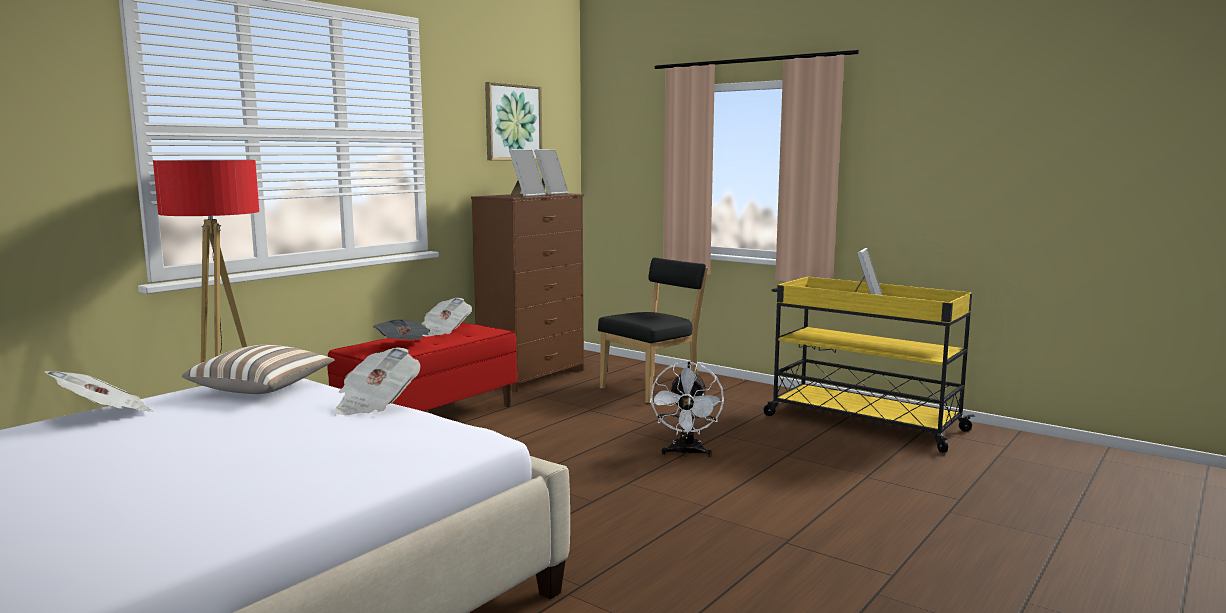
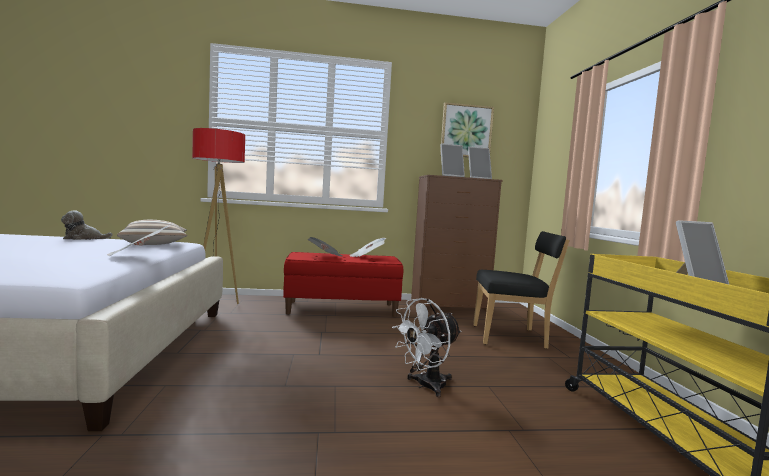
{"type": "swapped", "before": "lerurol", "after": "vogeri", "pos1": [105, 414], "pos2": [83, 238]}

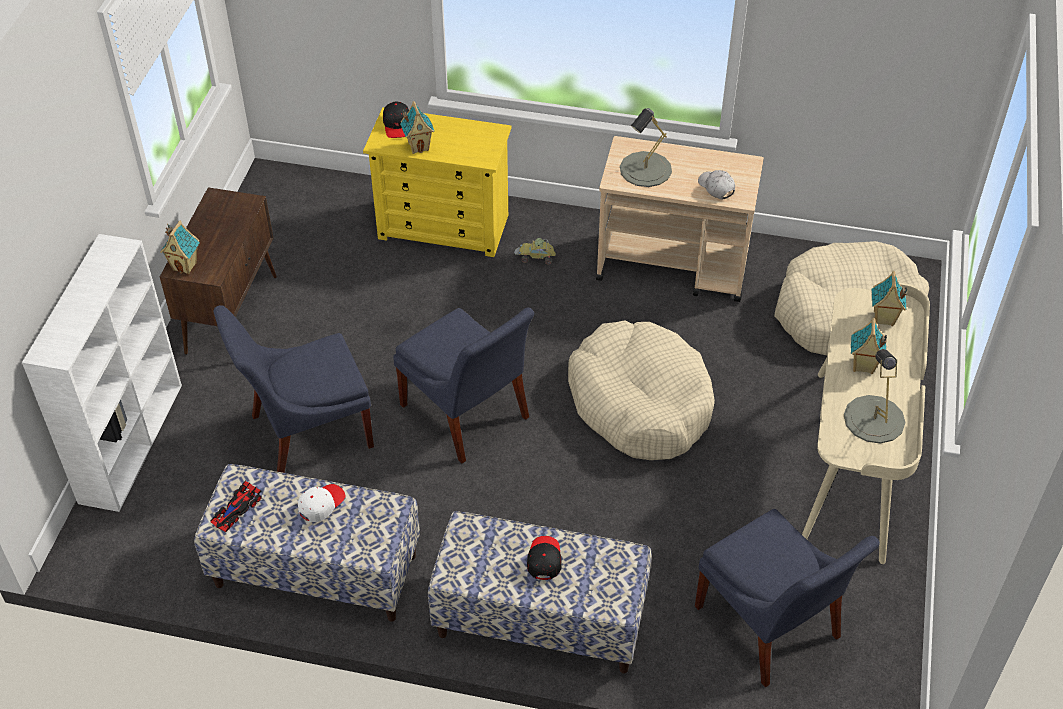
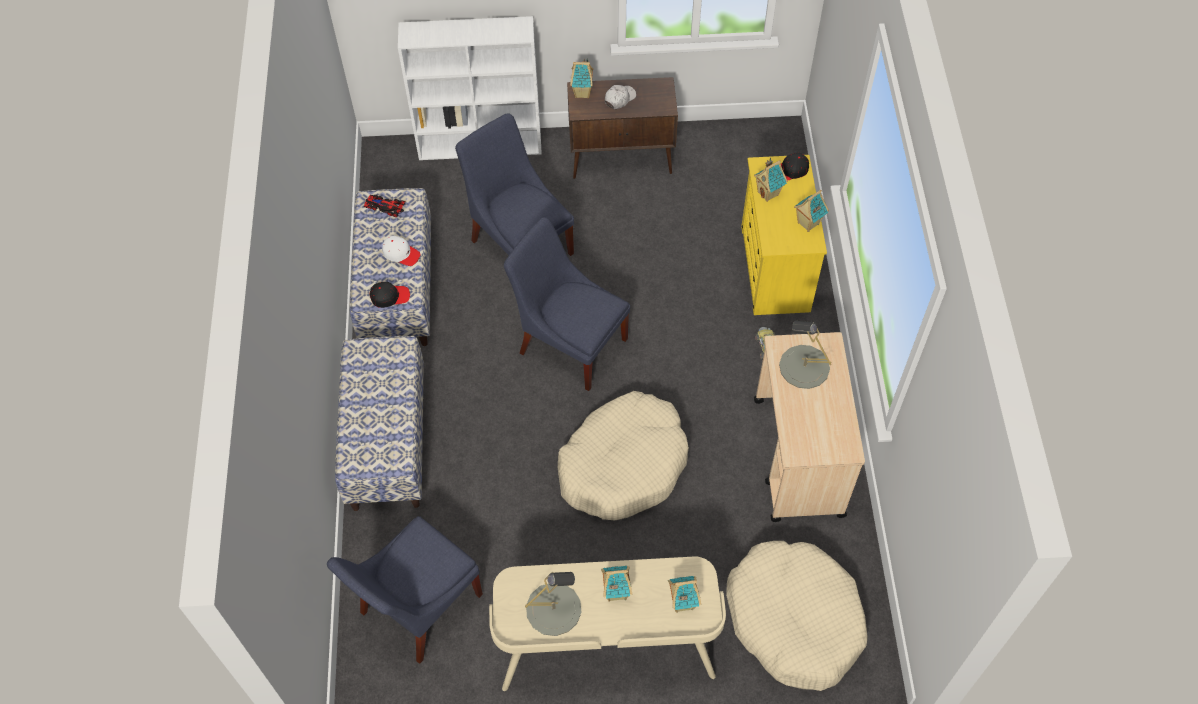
{"type": "new", "after": "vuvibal", "pos2": [807, 223]}
{"type": "shifted", "before": "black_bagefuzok", "pos1": [544, 559], "pos2": [390, 296]}
{"type": "shifted", "before": "white_bagefuzok", "pos1": [716, 187], "pos2": [619, 99]}
{"type": "rotated", "before": "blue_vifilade", "pos1": [467, 415], "pos2": [569, 342], "turn": 90}

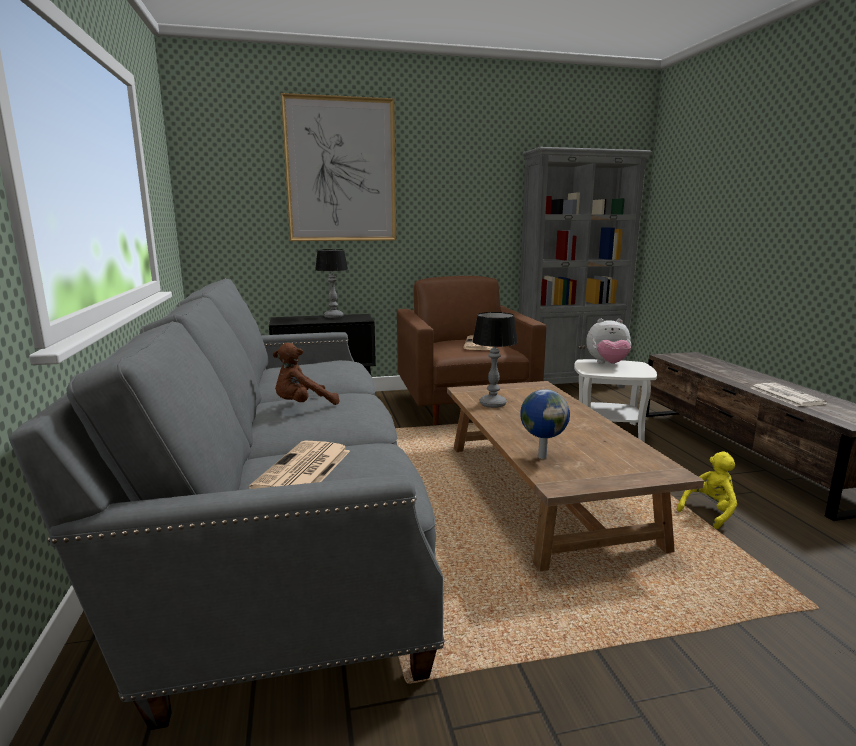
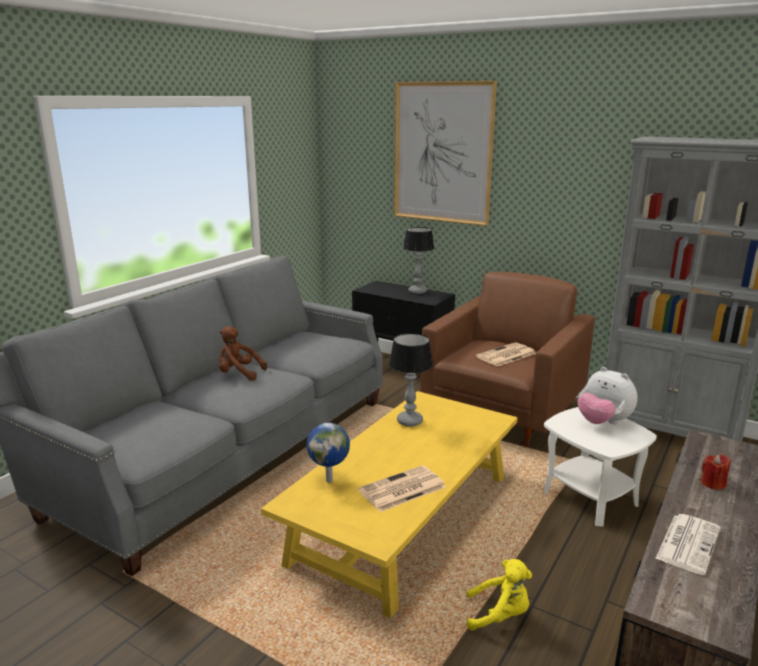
{"type": "new", "after": "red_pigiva", "pos2": [713, 483]}
{"type": "shifted", "before": "lerurol", "pos1": [303, 470], "pos2": [401, 489]}
{"type": "repainted", "before": "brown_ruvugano", "after": "yellow_ruvugano", "pos1": [541, 491], "pos2": [403, 517]}

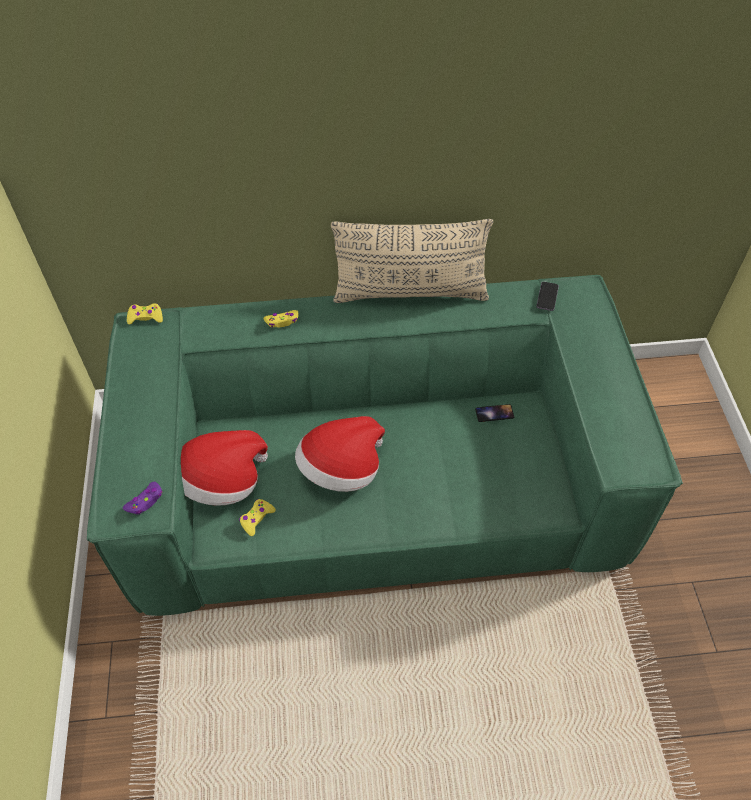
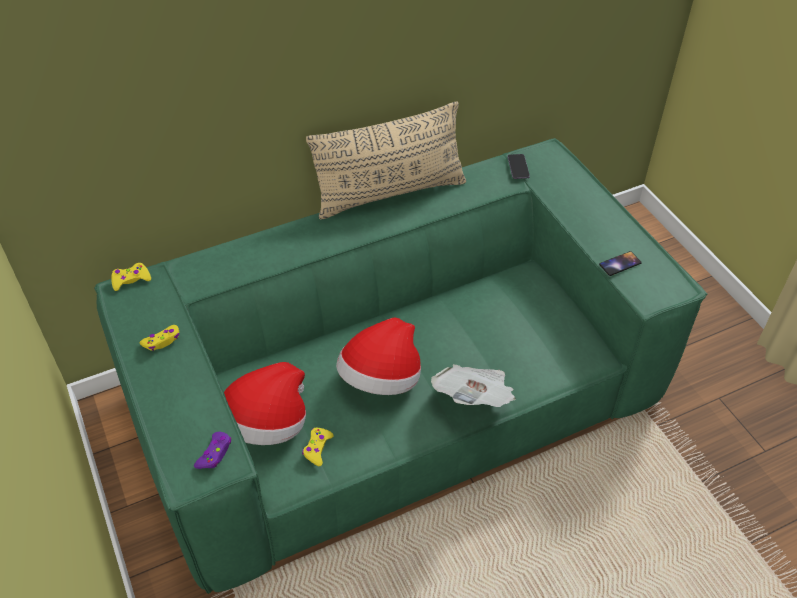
{"type": "new", "after": "lerurol", "pos2": [474, 398]}
{"type": "shifted", "before": "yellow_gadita", "pos1": [282, 321], "pos2": [162, 341]}
{"type": "shifted", "before": "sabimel", "pos1": [494, 413], "pos2": [620, 264]}

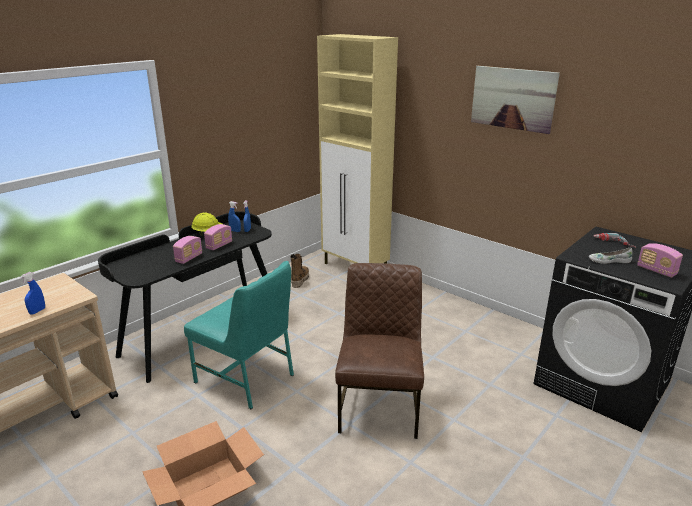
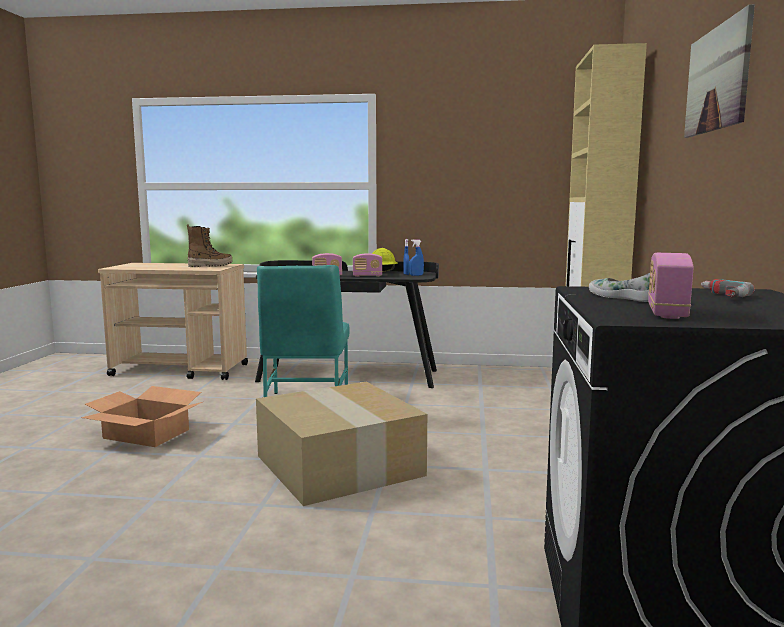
{"type": "gone", "before": "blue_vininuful", "pos1": [37, 311]}
{"type": "shifted", "before": "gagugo", "pos1": [300, 280], "pos2": [210, 266]}
{"type": "swapped", "before": "brown_vifilade", "after": "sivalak", "pos1": [379, 406], "pos2": [342, 466]}

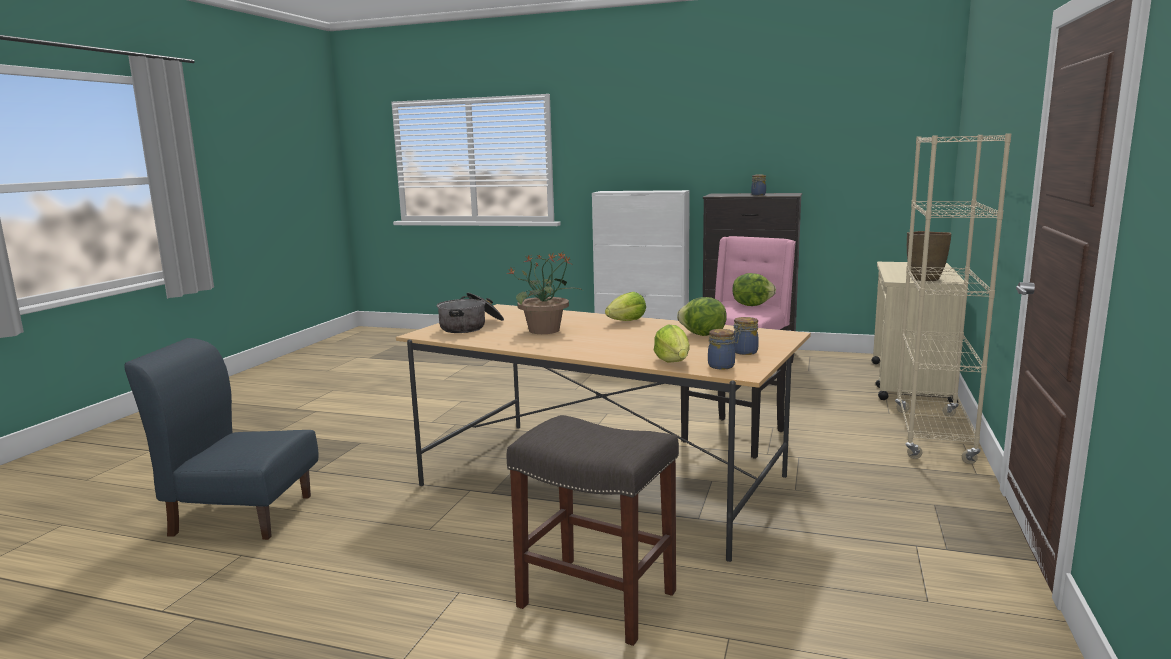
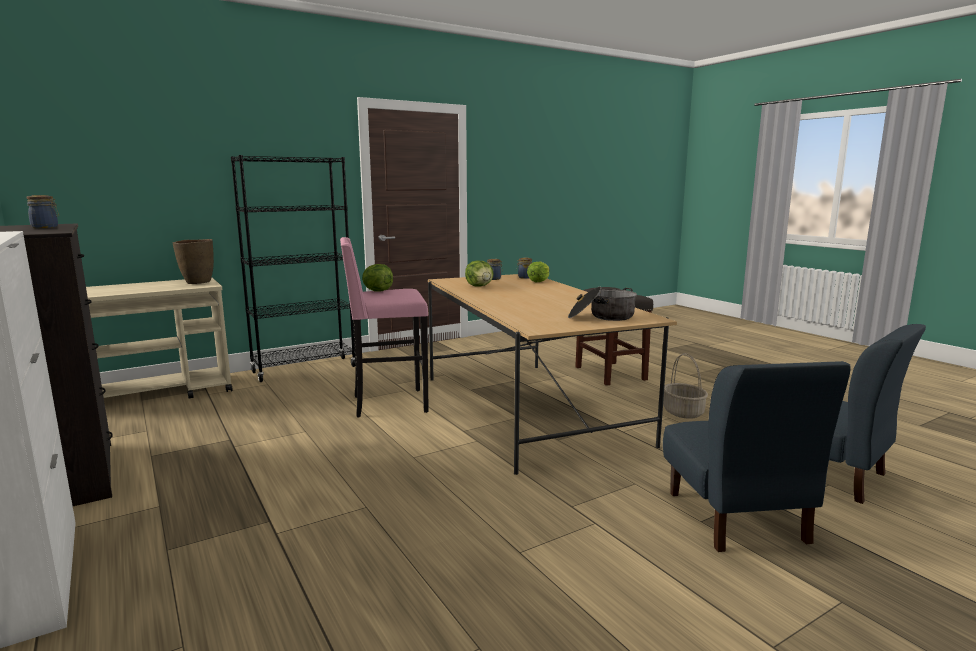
{"type": "gone", "before": "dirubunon", "pos1": [545, 330]}
{"type": "gone", "before": "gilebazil", "pos1": [627, 321]}
{"type": "new", "after": "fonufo", "pos2": [683, 412]}
{"type": "new", "after": "blue_vifilade", "pos2": [736, 517]}
{"type": "repainted", "before": "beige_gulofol", "after": "black_gulofol", "pos1": [933, 436], "pos2": [304, 369]}

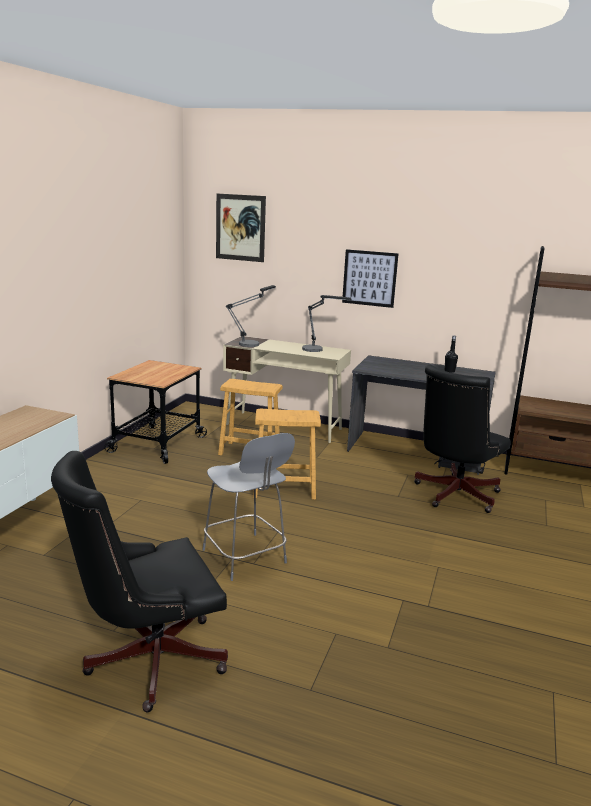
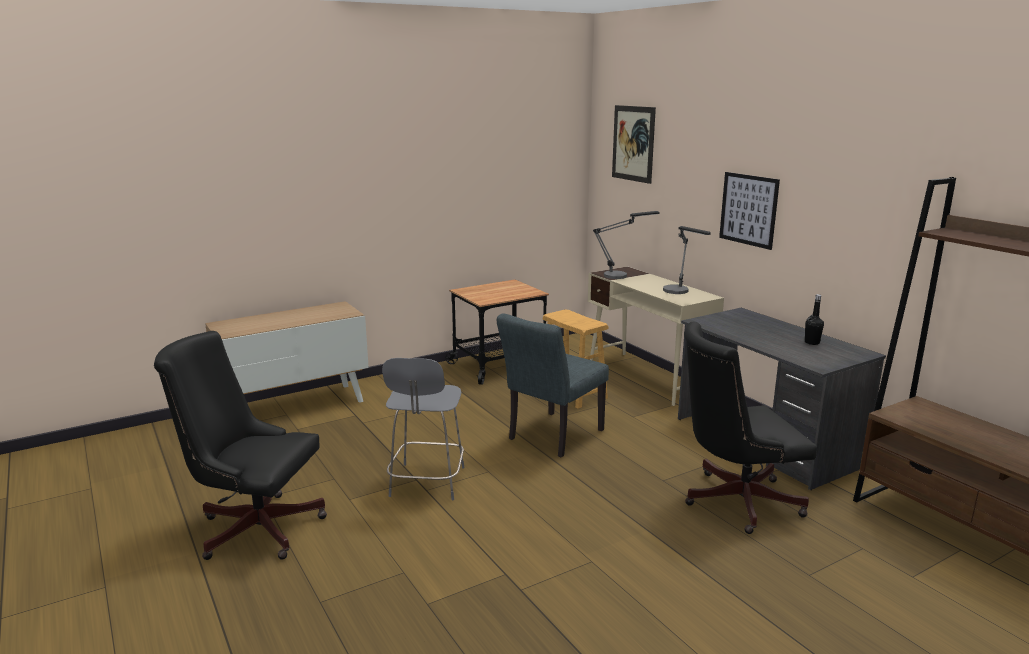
{"type": "swapped", "before": "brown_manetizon", "after": "grey_vifilade", "pos1": [284, 489], "pos2": [551, 437]}

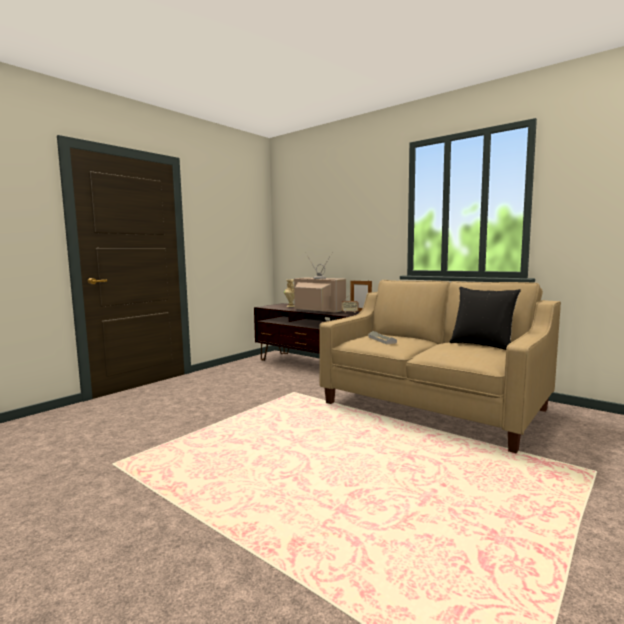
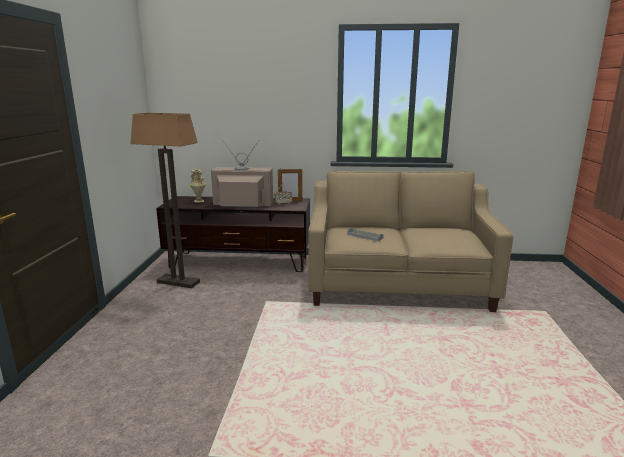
{"type": "gone", "before": "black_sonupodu", "pos1": [482, 345]}
{"type": "new", "after": "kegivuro", "pos2": [178, 282]}

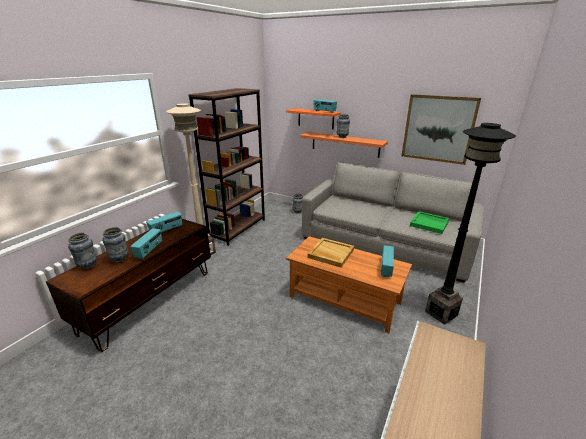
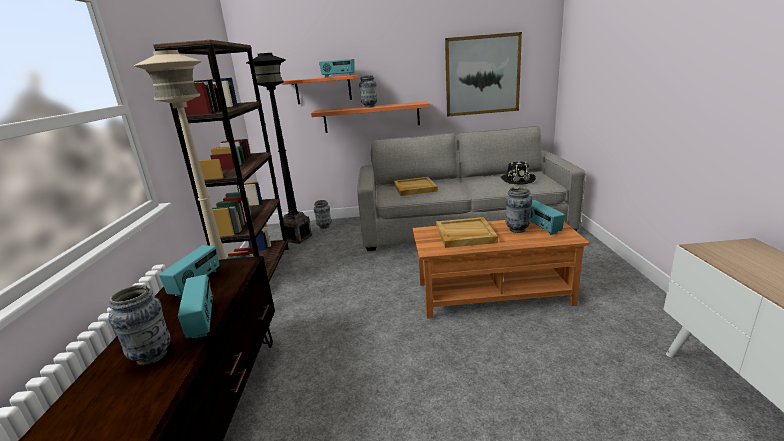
{"type": "new", "after": "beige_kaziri", "pos2": [414, 188]}
{"type": "shifted", "before": "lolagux", "pos1": [87, 266], "pos2": [517, 229]}
{"type": "shifted", "before": "black_kegivuro", "pos1": [441, 313], "pos2": [297, 238]}
{"type": "swapped", "before": "green_kaziri", "after": "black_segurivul", "pos1": [429, 223], "pos2": [517, 180]}

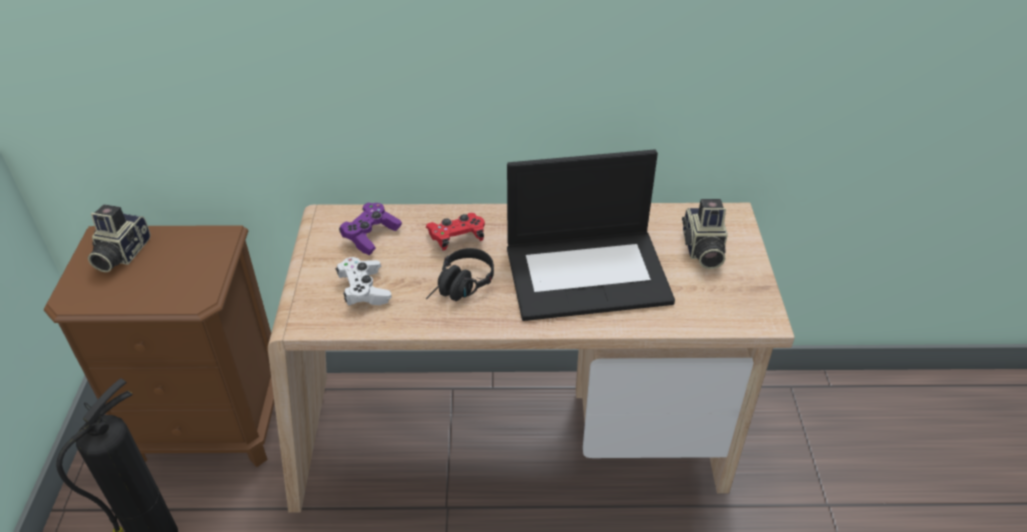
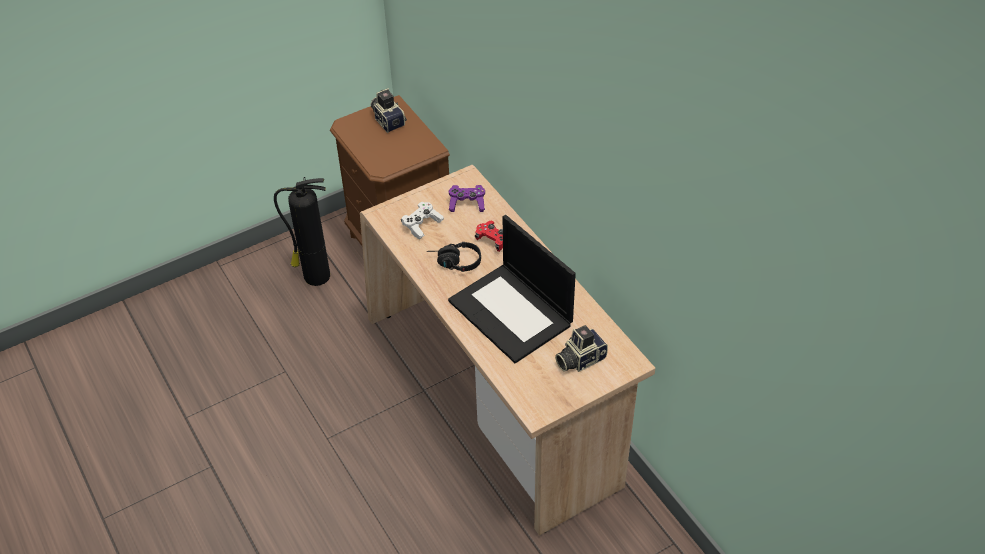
{"type": "rotated", "before": "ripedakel", "pos1": [120, 254], "pos2": [388, 120], "turn": 75}

